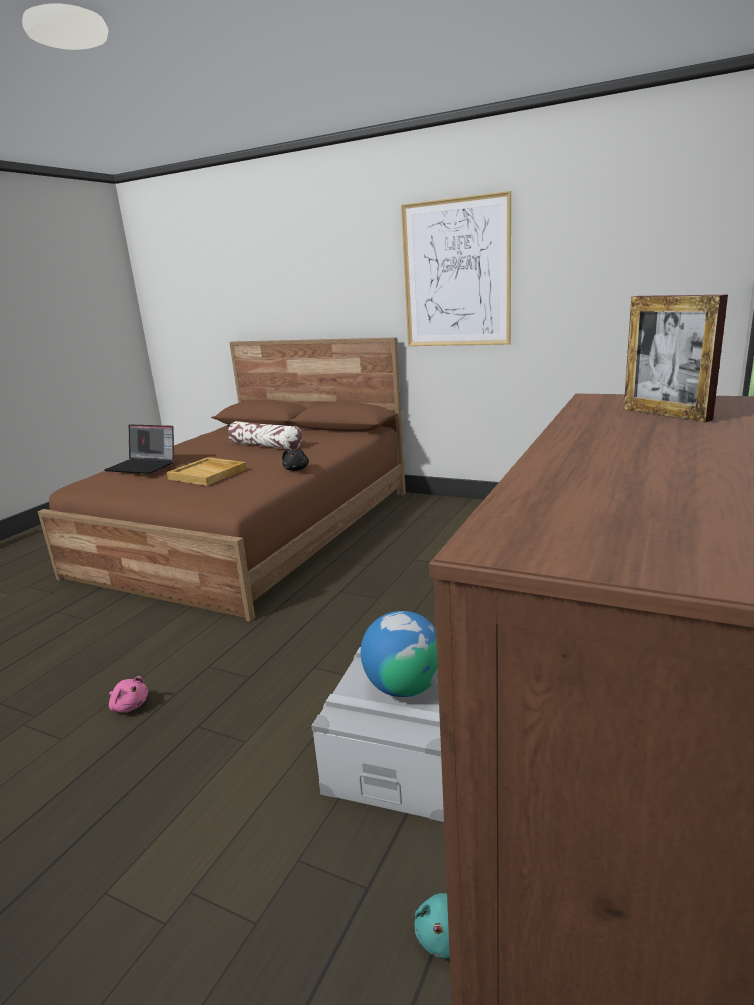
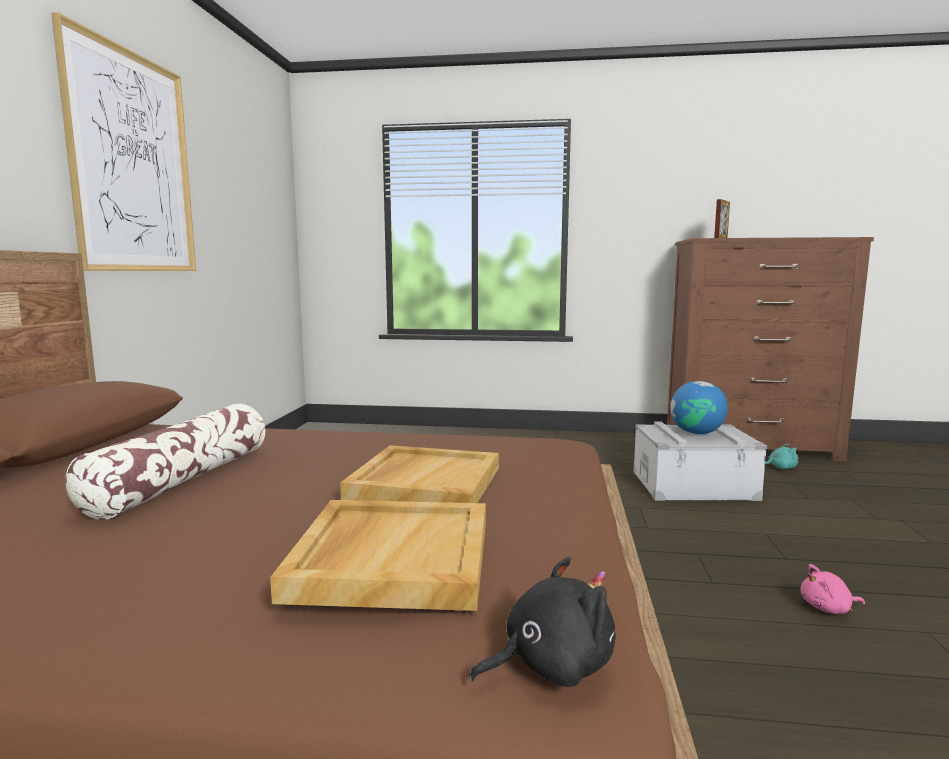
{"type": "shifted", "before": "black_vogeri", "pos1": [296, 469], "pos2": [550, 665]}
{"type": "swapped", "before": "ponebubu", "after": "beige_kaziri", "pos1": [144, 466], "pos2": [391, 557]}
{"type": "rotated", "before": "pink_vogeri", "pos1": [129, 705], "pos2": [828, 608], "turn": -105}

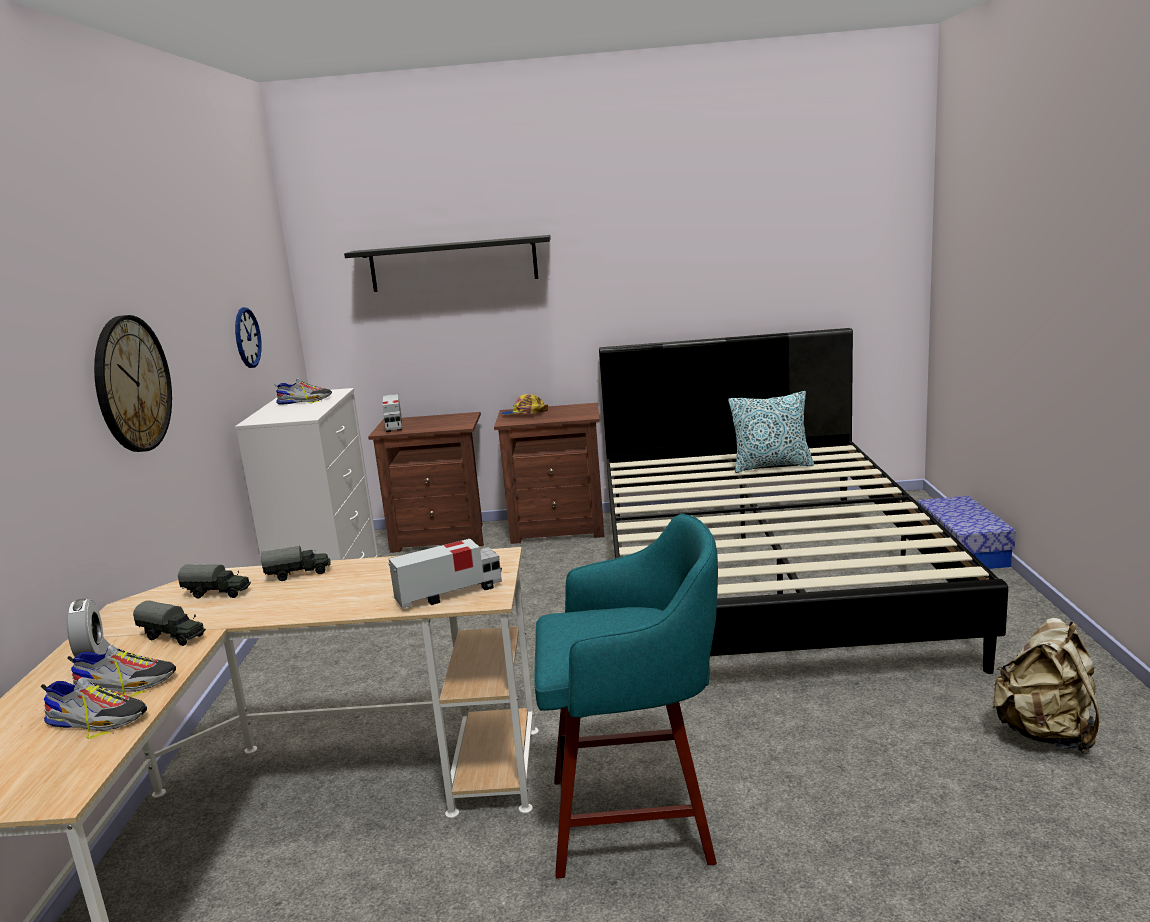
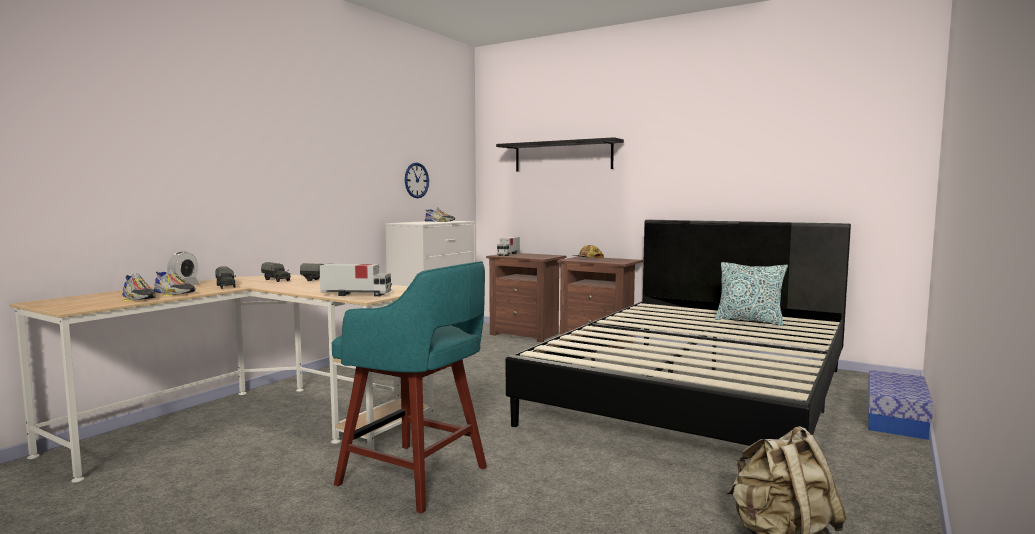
{"type": "gone", "before": "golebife", "pos1": [132, 384]}

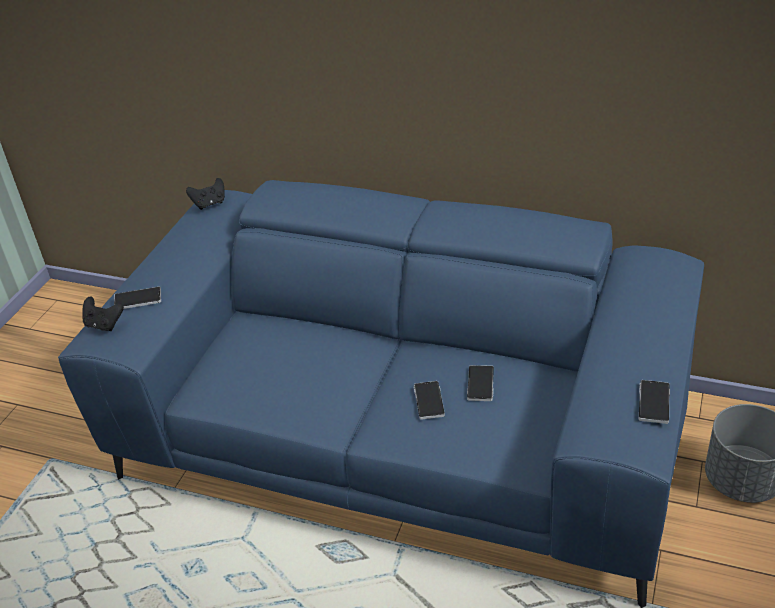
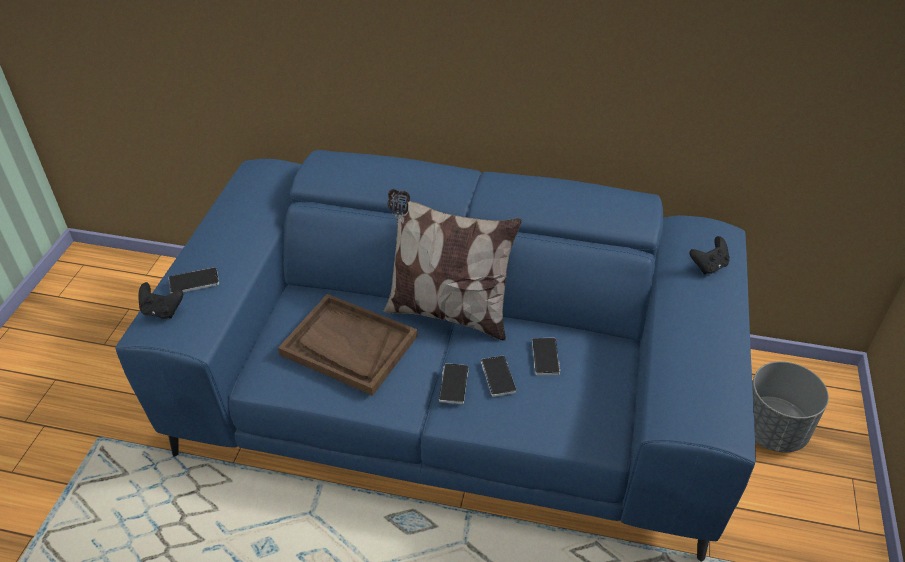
{"type": "new", "after": "brown_kaziri", "pos2": [348, 345]}
{"type": "new", "after": "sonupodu", "pos2": [447, 312]}
{"type": "shifted", "before": "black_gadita", "pos1": [209, 204], "pos2": [708, 266]}
{"type": "shifted", "before": "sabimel", "pos1": [654, 403], "pos2": [453, 384]}

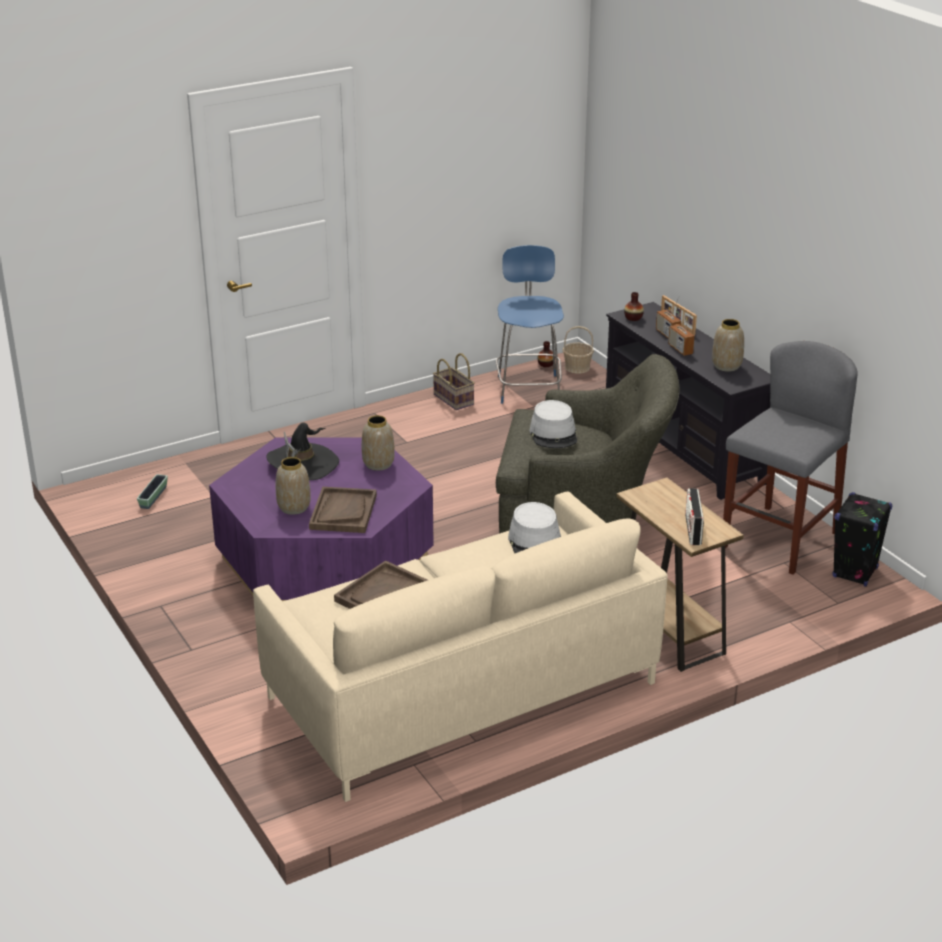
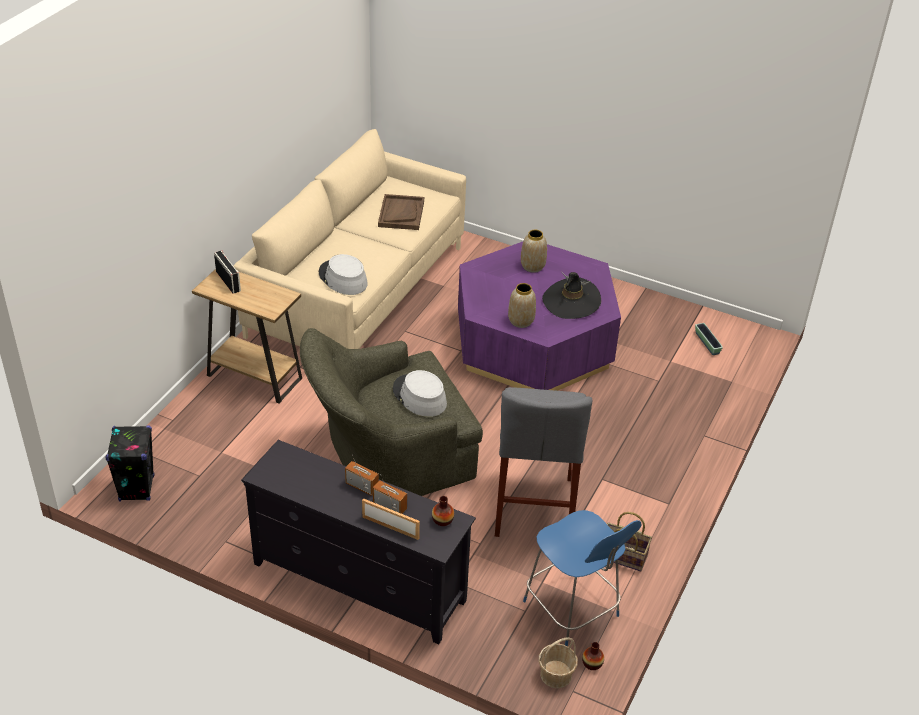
{"type": "gone", "before": "brown_kaziri", "pos1": [343, 512]}
{"type": "gone", "before": "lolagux", "pos1": [726, 366]}
{"type": "shifted", "before": "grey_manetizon", "pos1": [779, 540], "pos2": [534, 506]}

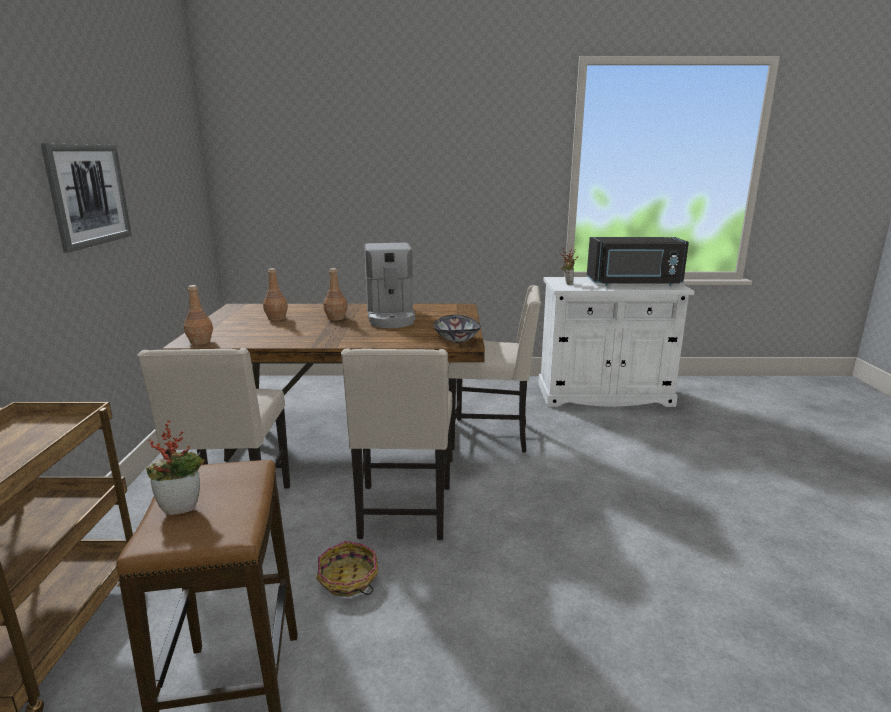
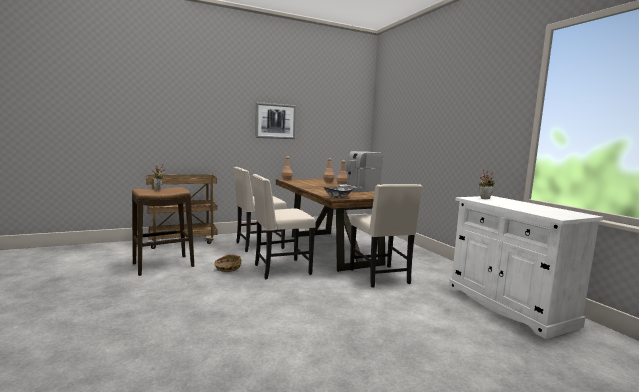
{"type": "gone", "before": "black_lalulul", "pos1": [634, 283]}

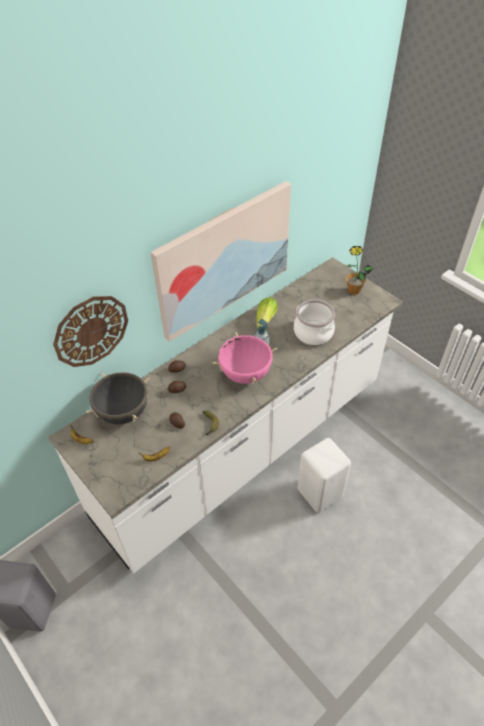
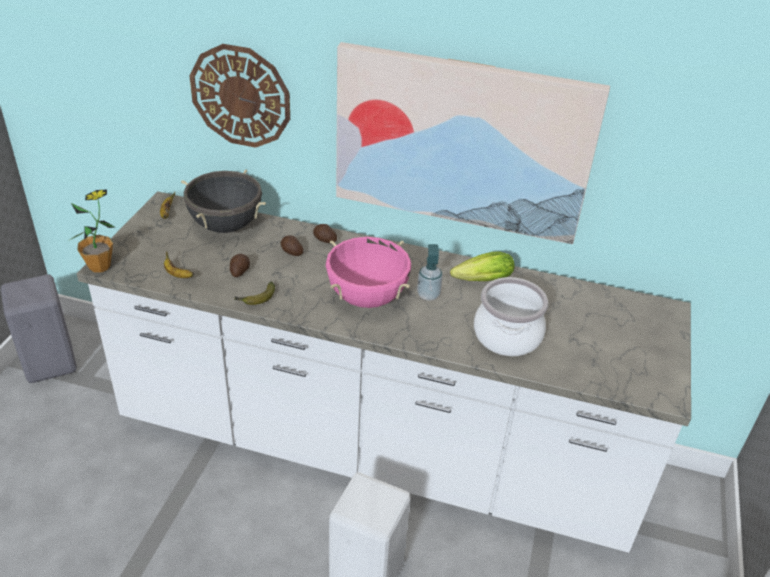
{"type": "shifted", "before": "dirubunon", "pos1": [353, 290], "pos2": [100, 266]}

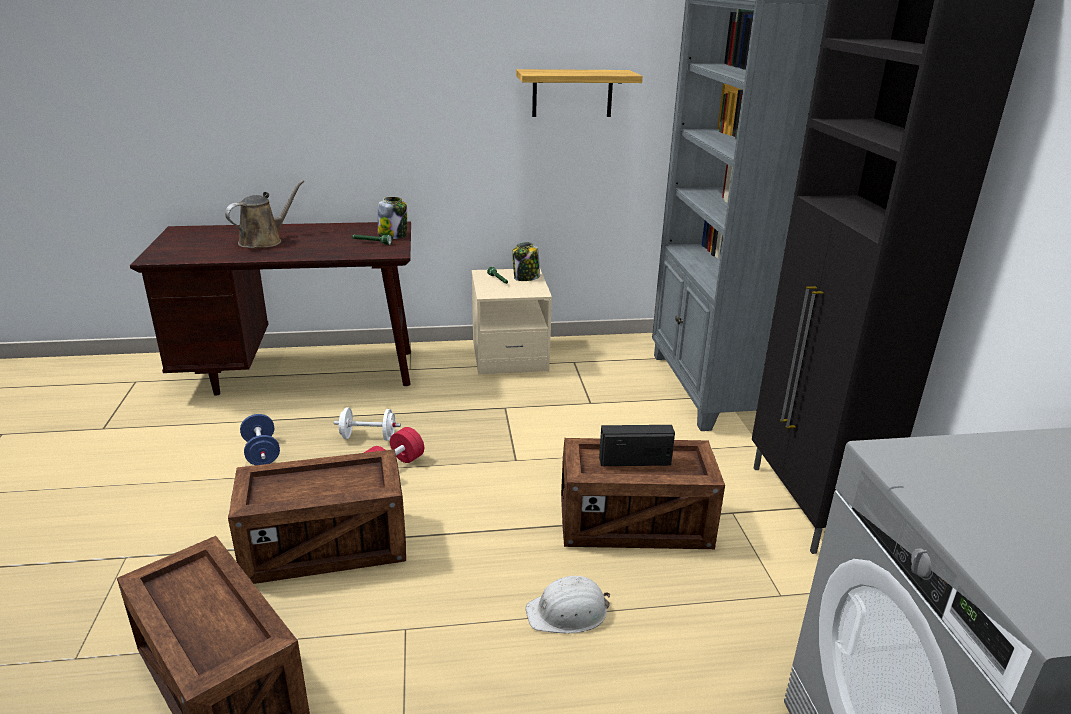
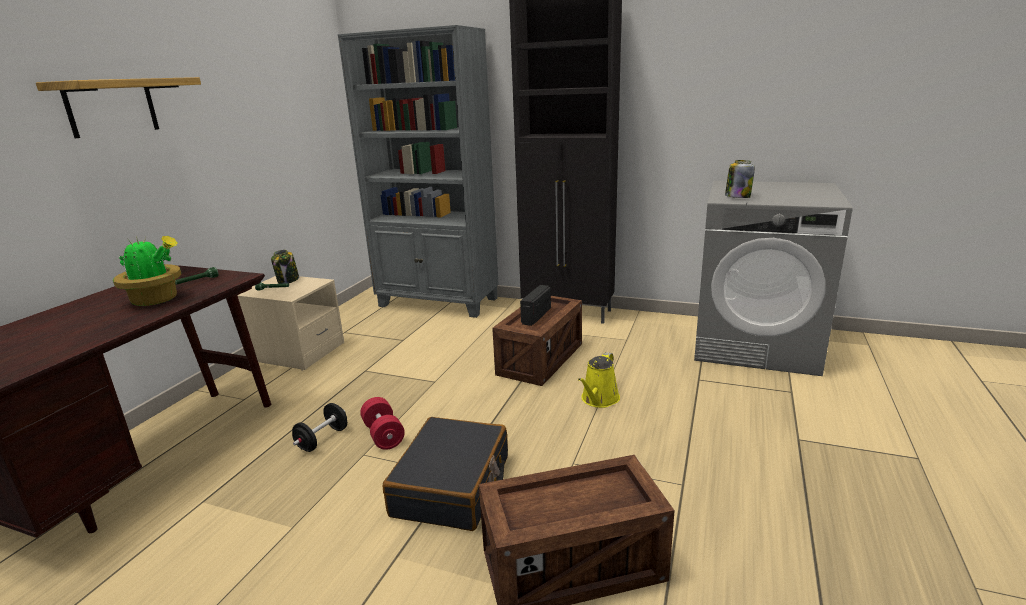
{"type": "gone", "before": "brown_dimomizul", "pos1": [264, 241]}
{"type": "gone", "before": "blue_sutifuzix", "pos1": [261, 453]}
{"type": "new", "after": "dirubunon", "pos2": [157, 300]}
{"type": "shifted", "before": "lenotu", "pos1": [393, 235], "pos2": [737, 197]}
{"type": "shifted", "before": "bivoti", "pos1": [572, 93], "pos2": [111, 107]}
{"type": "swapped", "before": "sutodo", "after": "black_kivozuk", "pos1": [326, 547], "pos2": [452, 486]}
{"type": "swapped", "before": "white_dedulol", "after": "yellow_dimomizul", "pos1": [568, 612], "pos2": [598, 400]}
{"type": "repainted", "before": "white_sutifuzix", "after": "black_sutifuzix", "pos1": [368, 437], "pos2": [322, 439]}

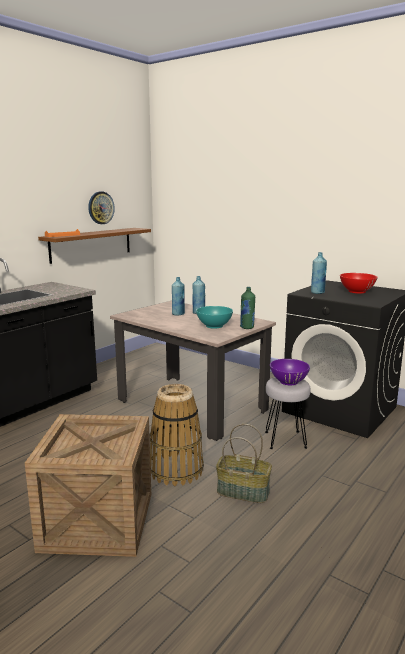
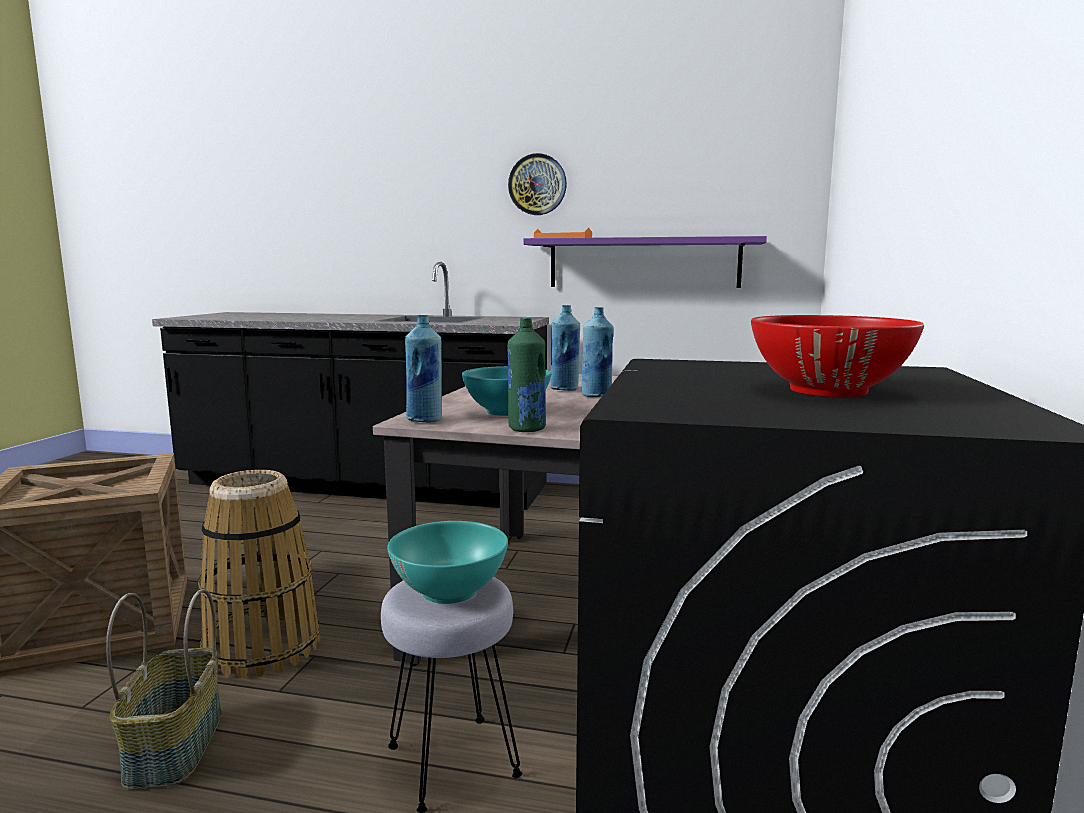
{"type": "shifted", "before": "golebife", "pos1": [100, 208], "pos2": [537, 184]}
{"type": "shifted", "before": "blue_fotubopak", "pos1": [317, 293], "pos2": [425, 420]}
{"type": "repainted", "before": "brown_bivoti", "after": "purple_bivoti", "pos1": [91, 244], "pos2": [643, 263]}
{"type": "repainted", "before": "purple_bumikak", "after": "turquoise_bumikak", "pos1": [288, 381], "pos2": [450, 591]}

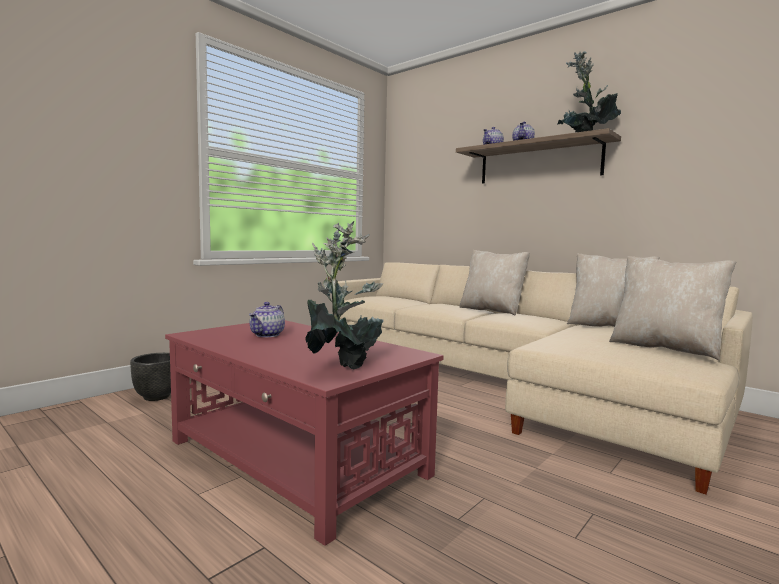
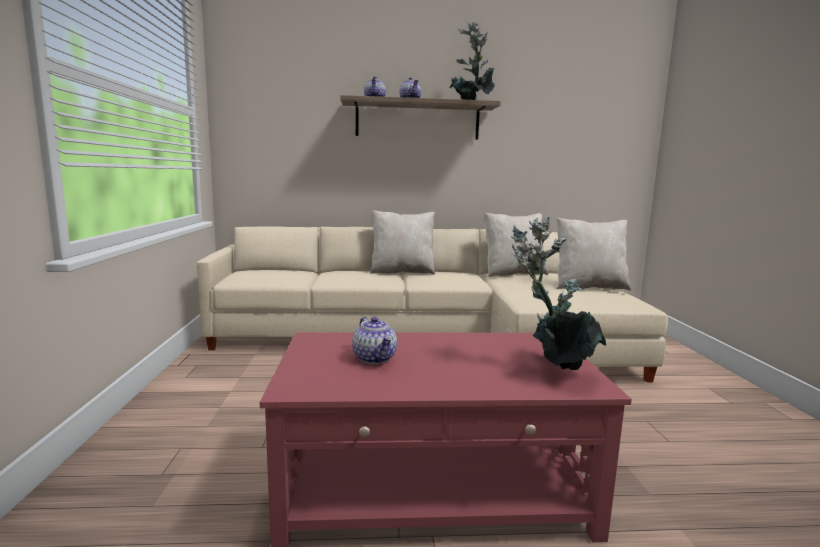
{"type": "gone", "before": "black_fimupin", "pos1": [156, 397]}

